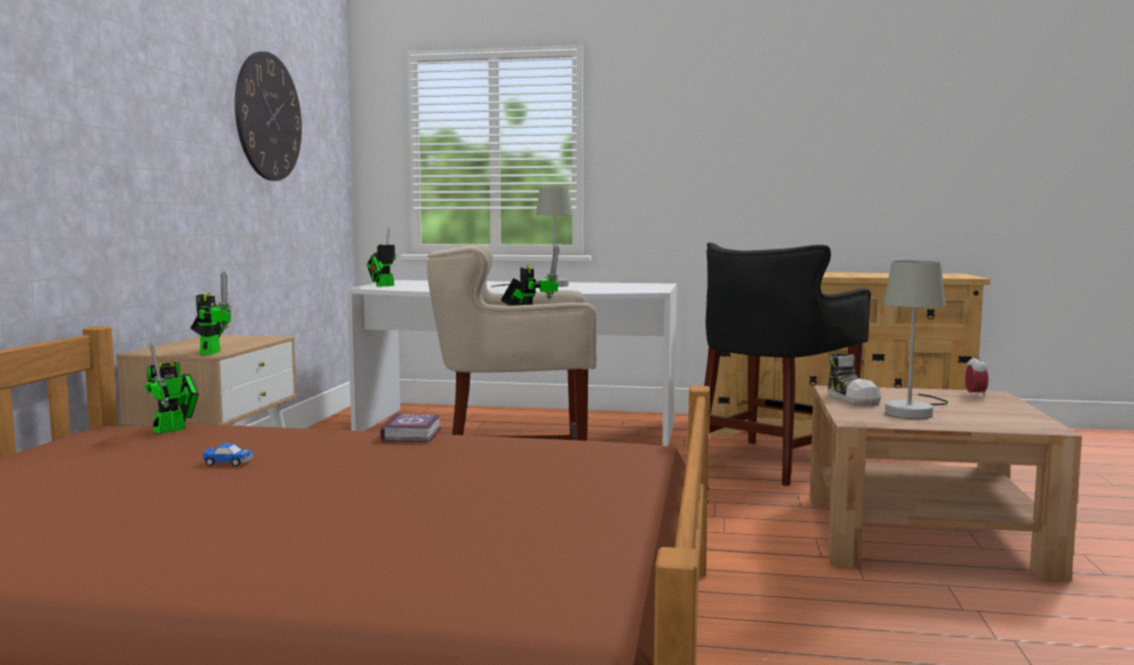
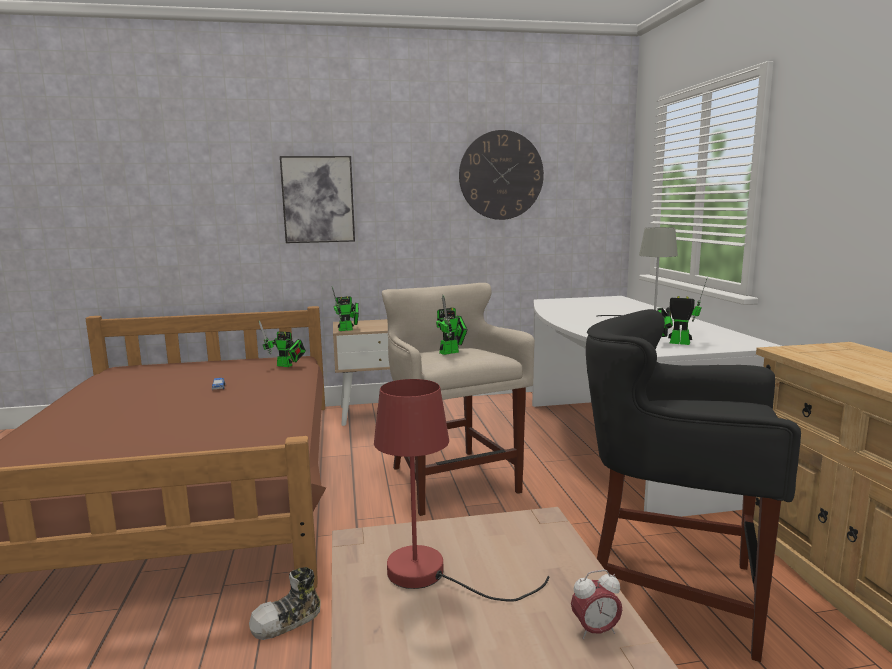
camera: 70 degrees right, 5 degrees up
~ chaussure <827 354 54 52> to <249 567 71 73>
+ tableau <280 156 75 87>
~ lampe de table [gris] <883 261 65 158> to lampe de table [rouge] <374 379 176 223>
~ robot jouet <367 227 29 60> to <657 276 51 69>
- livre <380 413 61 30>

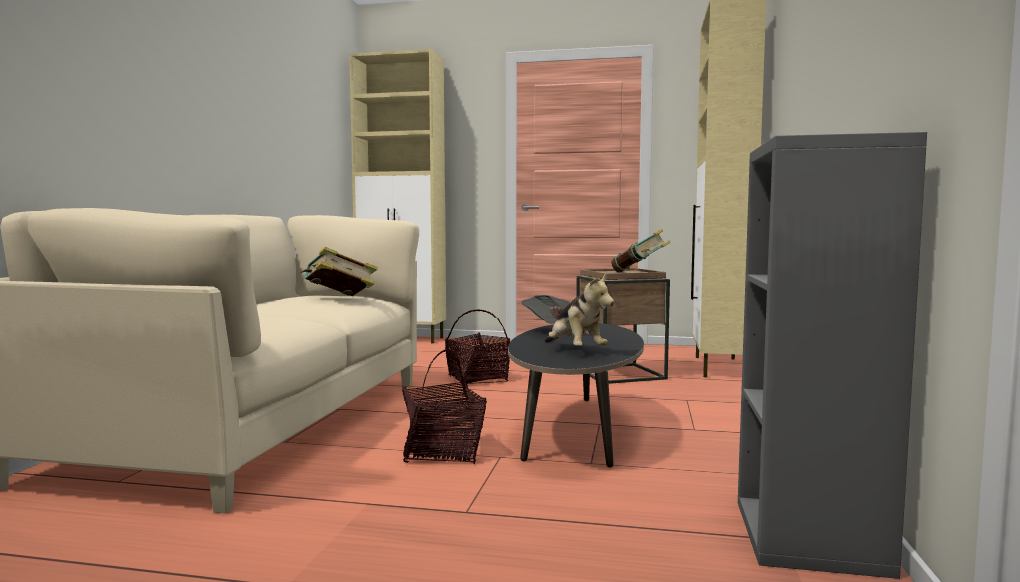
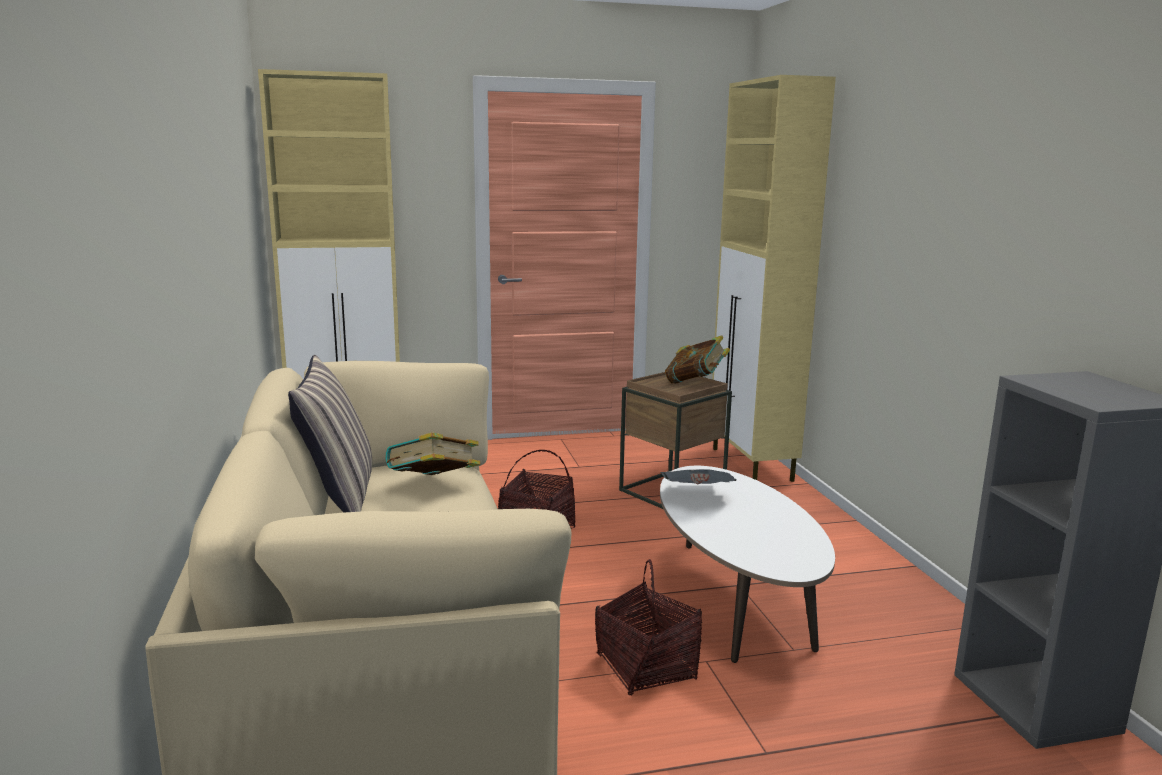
camera: 25 degrees left, 10 degrees up
+ coussin <288 355 84 157>
~ table basse [noir] <508 323 136 144> to table basse [blanc] <660 466 175 197>
- peluche <545 275 69 71>

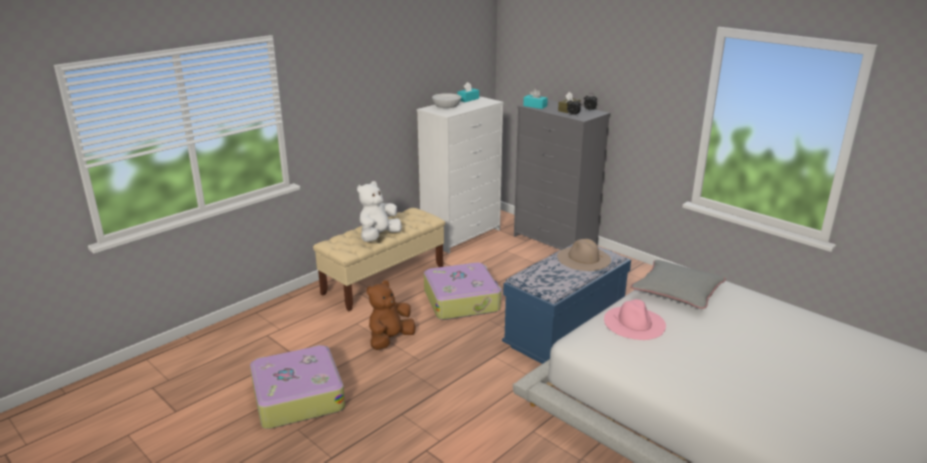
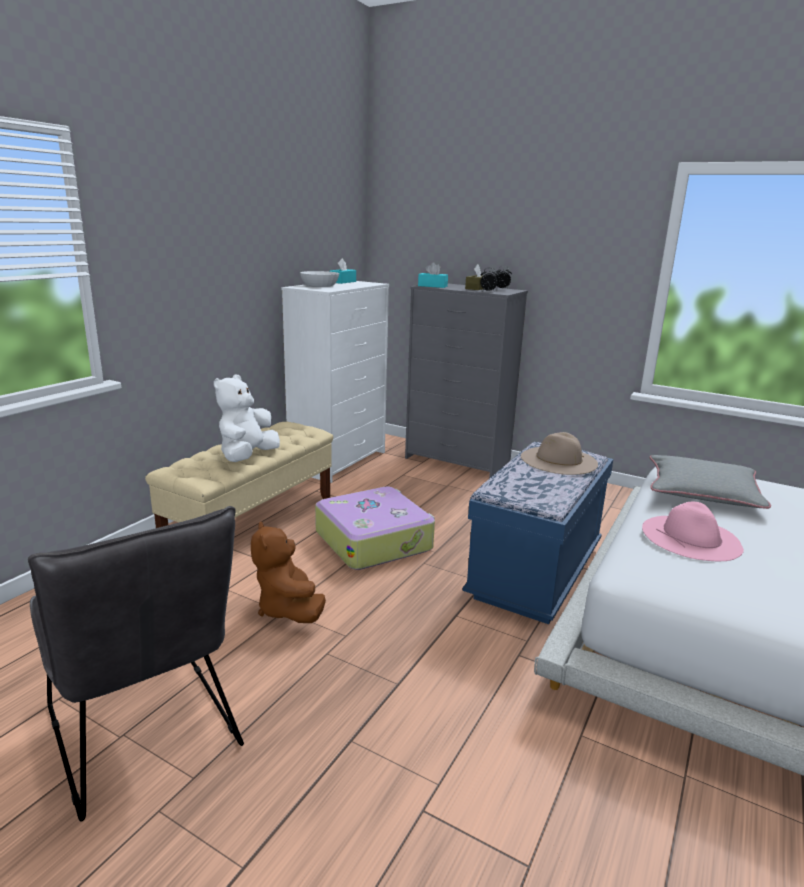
camera: 15 degrees left, 5 degrees down
~ valise <250 345 95 84> to chaise [gris] <28 506 216 316>
~ peluche [marron] <367 280 49 70> = <251 521 75 102> 45 degrees counterclockwise

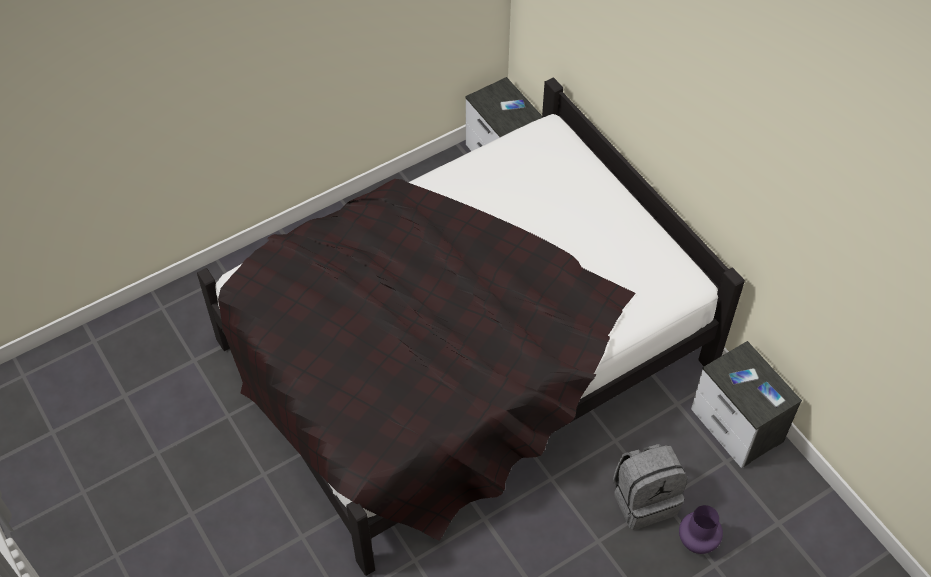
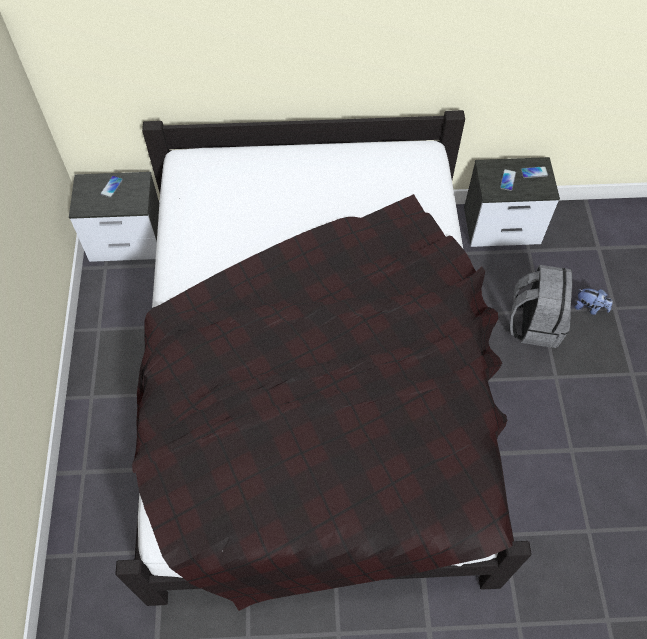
camera: 60 degrees left, 5 degrees up
~ vase [violet] <679 505 44 49> to peluche <575 288 38 27>

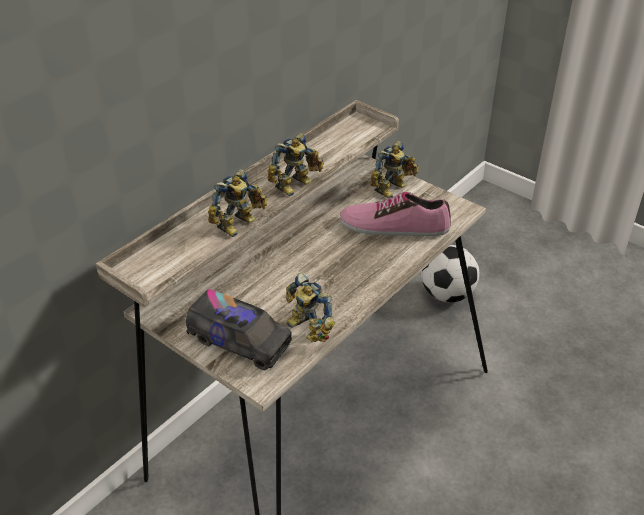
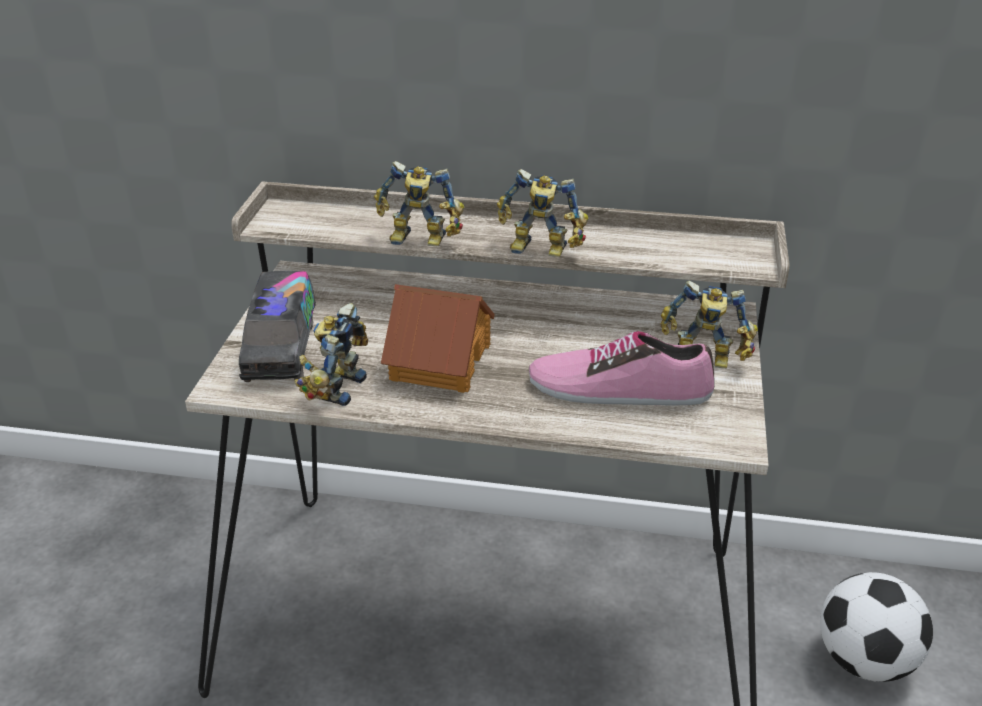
camera: 60 degrees right, 5 degrees down
+ maison miniature <381 284 114 109>
~ chaussure <340 192 111 44> = <529 331 186 74> 60 degrees counterclockwise

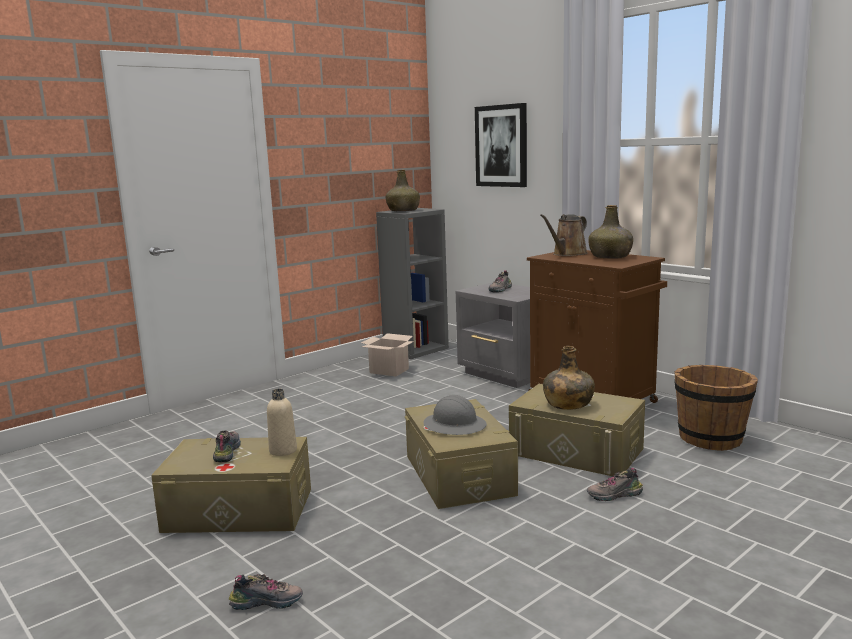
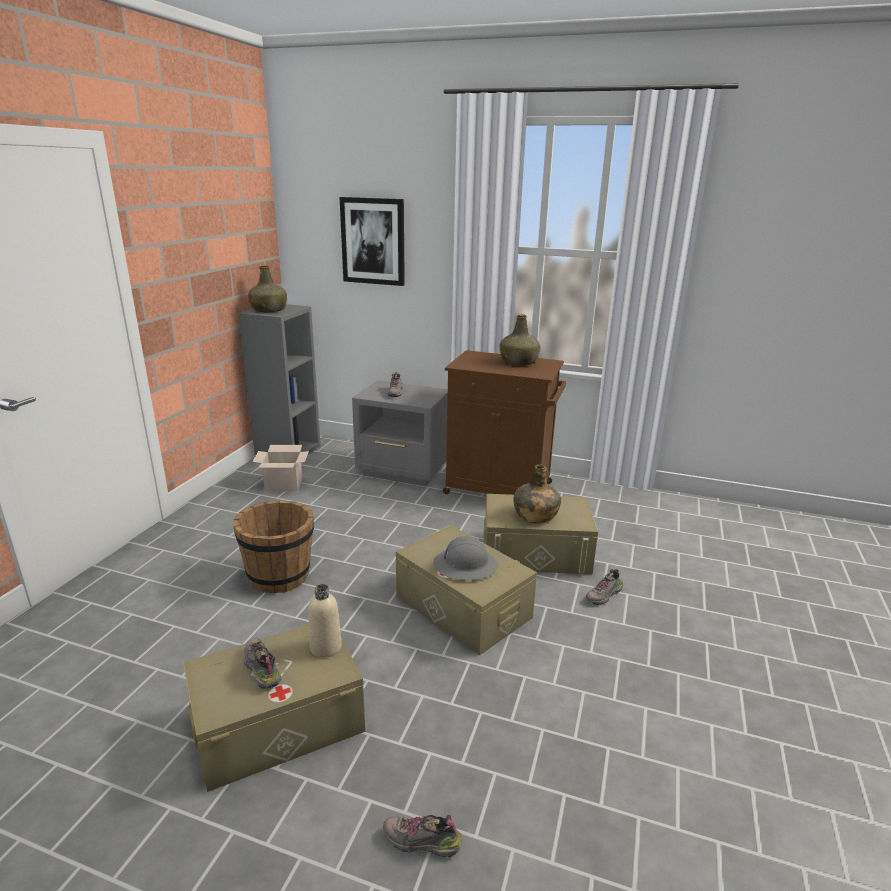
camera: 30 degrees left, 10 degrees up
~ seau [marron] <674 365 84 86> to <233 500 81 93>
~ chaussure <229 574 74 36> = <383 815 79 42> 135 degrees counterclockwise
- arrosoir [marron] <540 214 48 42>

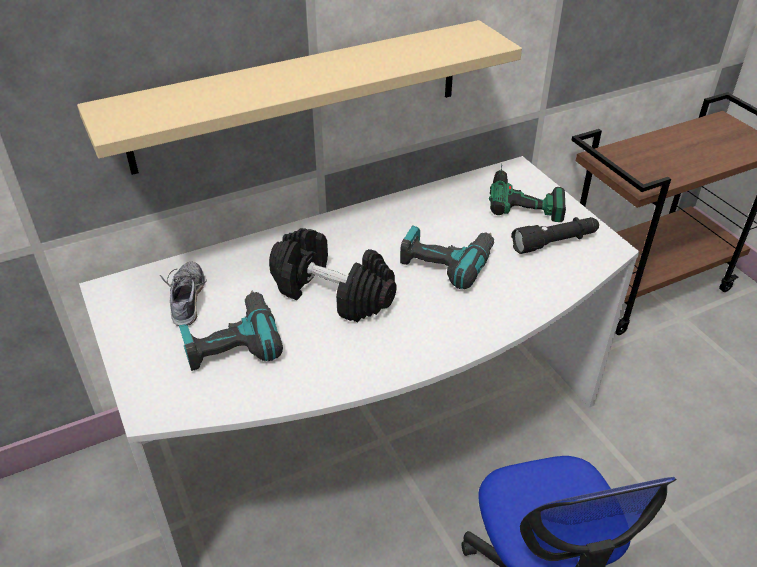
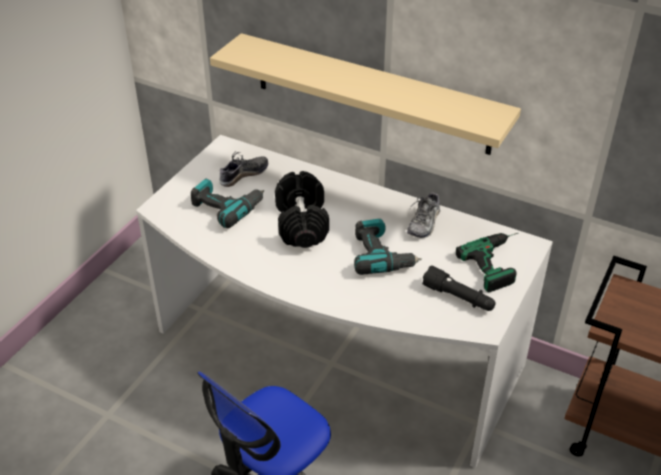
camera: 55 degrees right, 0 degrees up
+ chaussure <407 190 33 48>

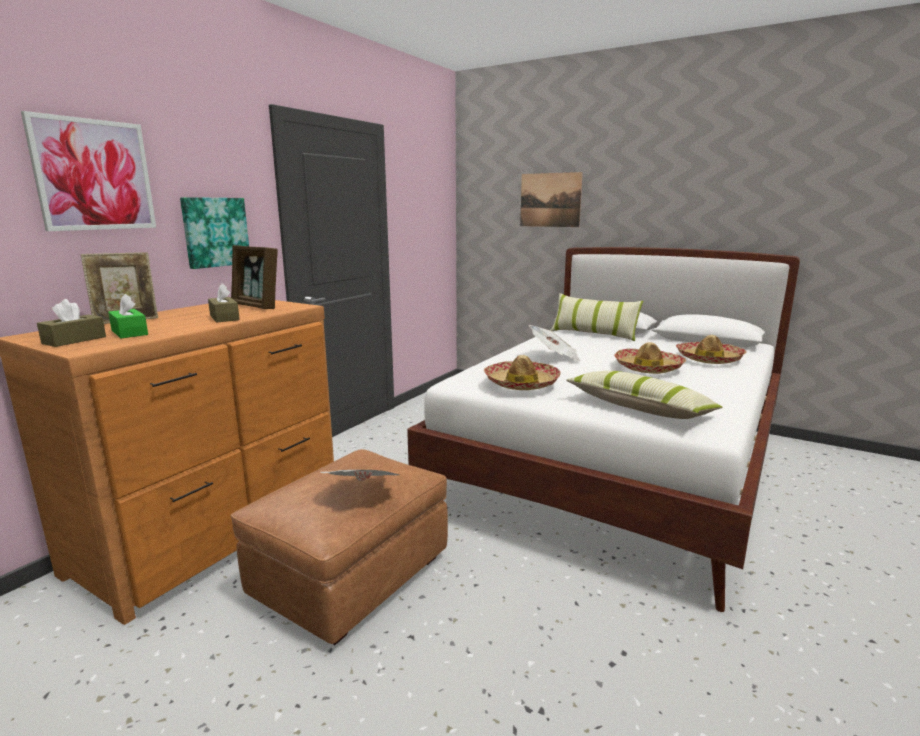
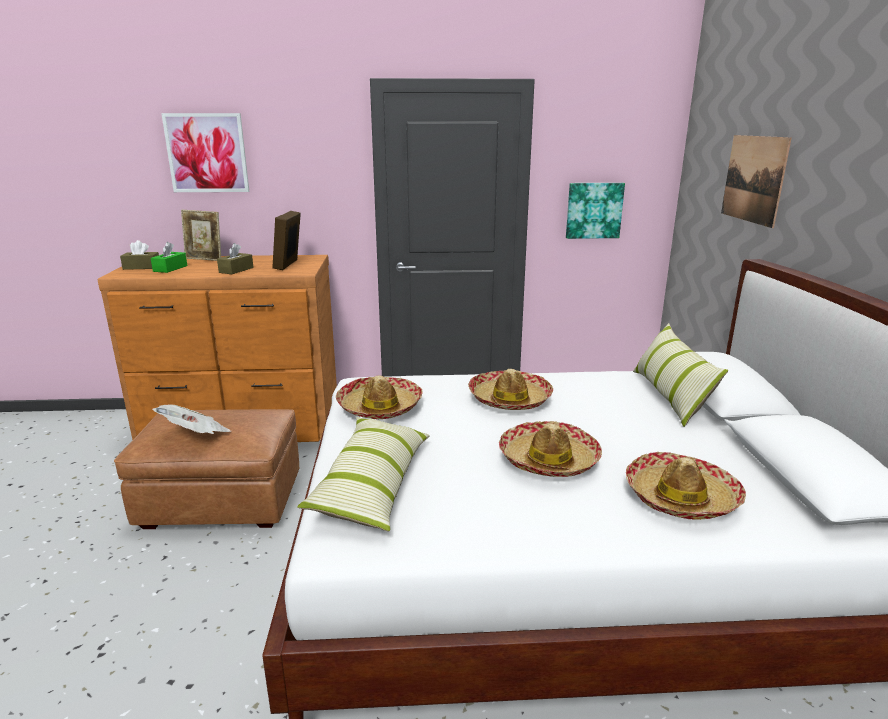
camera: 55 degrees right, 5 degrees up
~ journal <529 325 51 36> to chapeau <468 369 85 41>
~ tableau <180 197 69 72> to <566 183 59 56>

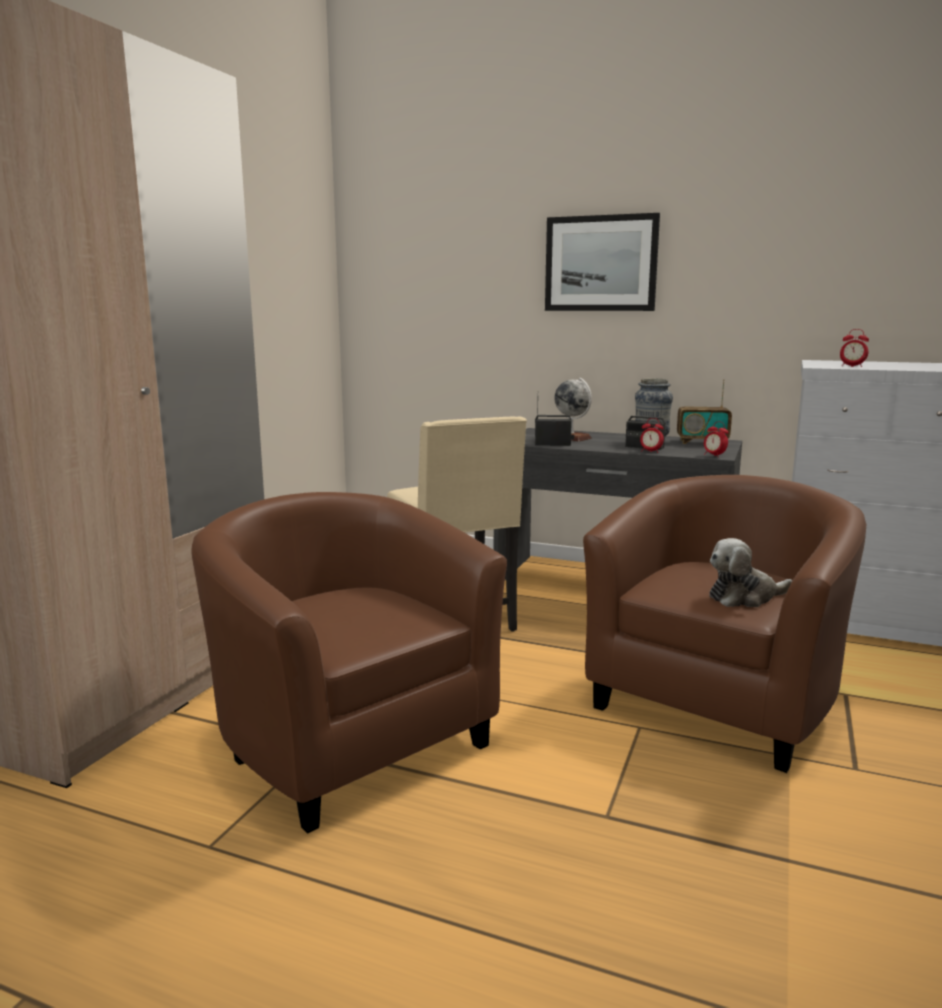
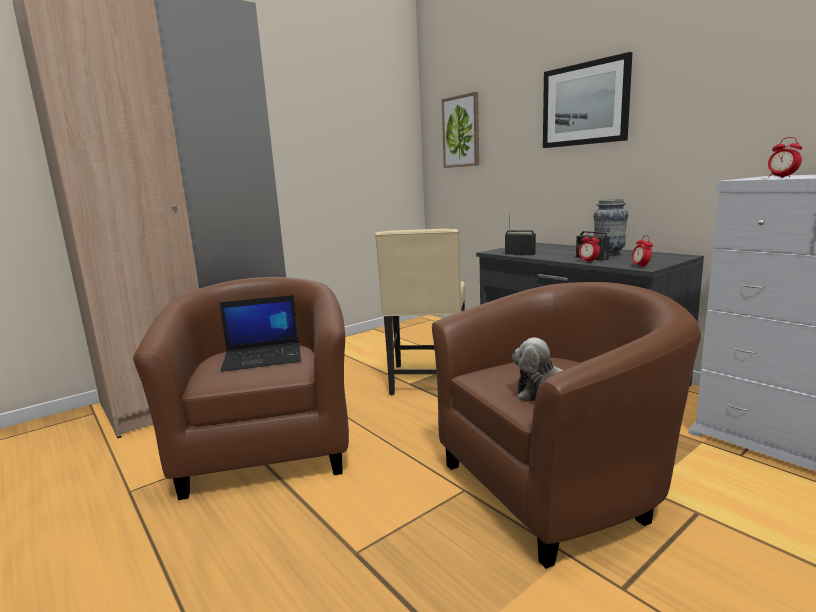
camera: 30 degrees right, 0 degrees up
+ ordinateur portable <219 295 82 77>
+ tableau <442 92 37 76>
- globe <554 378 38 63>
- radio <677 379 55 65>

